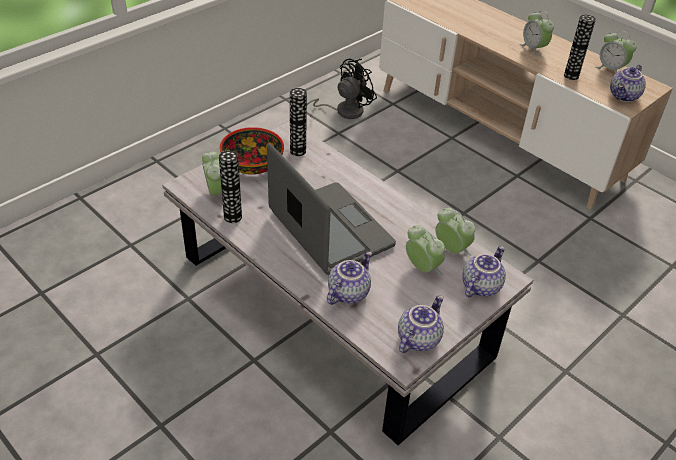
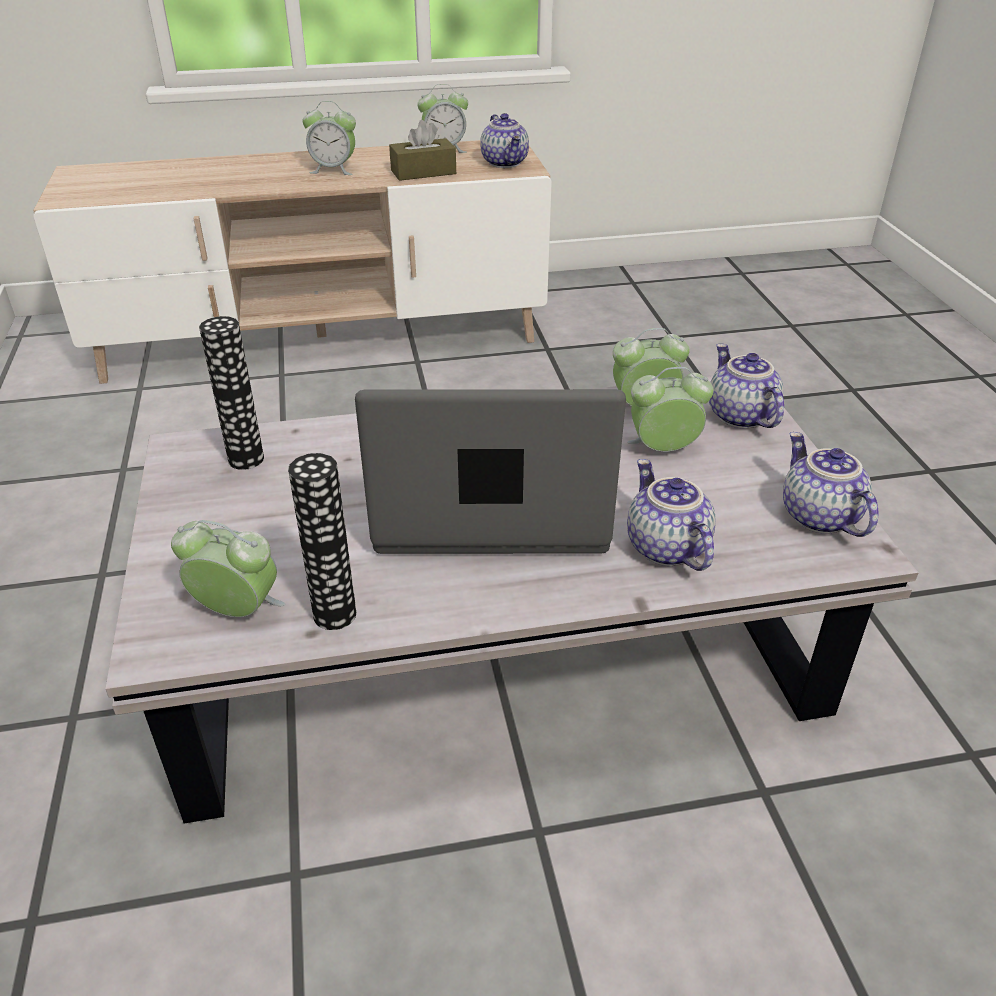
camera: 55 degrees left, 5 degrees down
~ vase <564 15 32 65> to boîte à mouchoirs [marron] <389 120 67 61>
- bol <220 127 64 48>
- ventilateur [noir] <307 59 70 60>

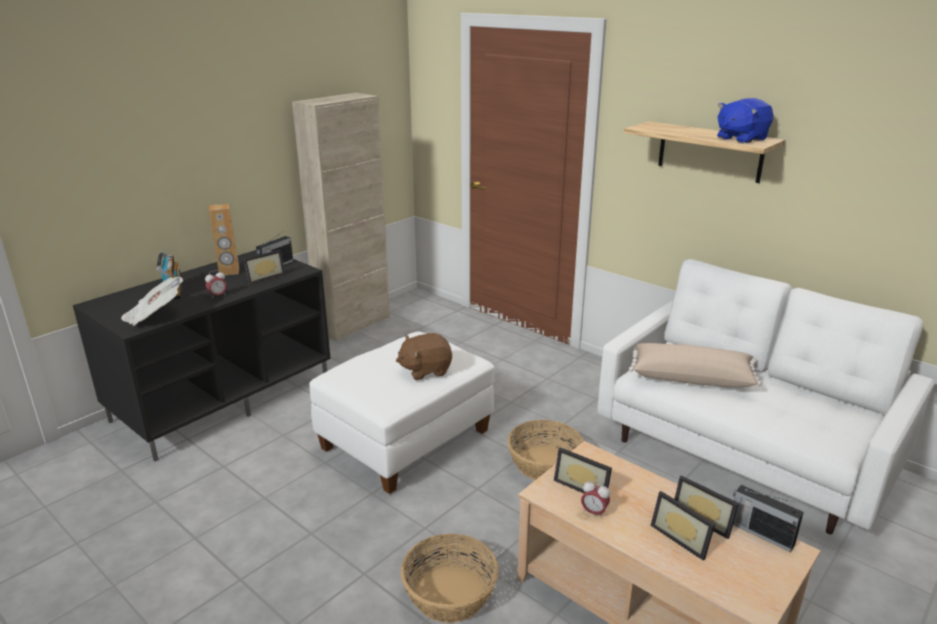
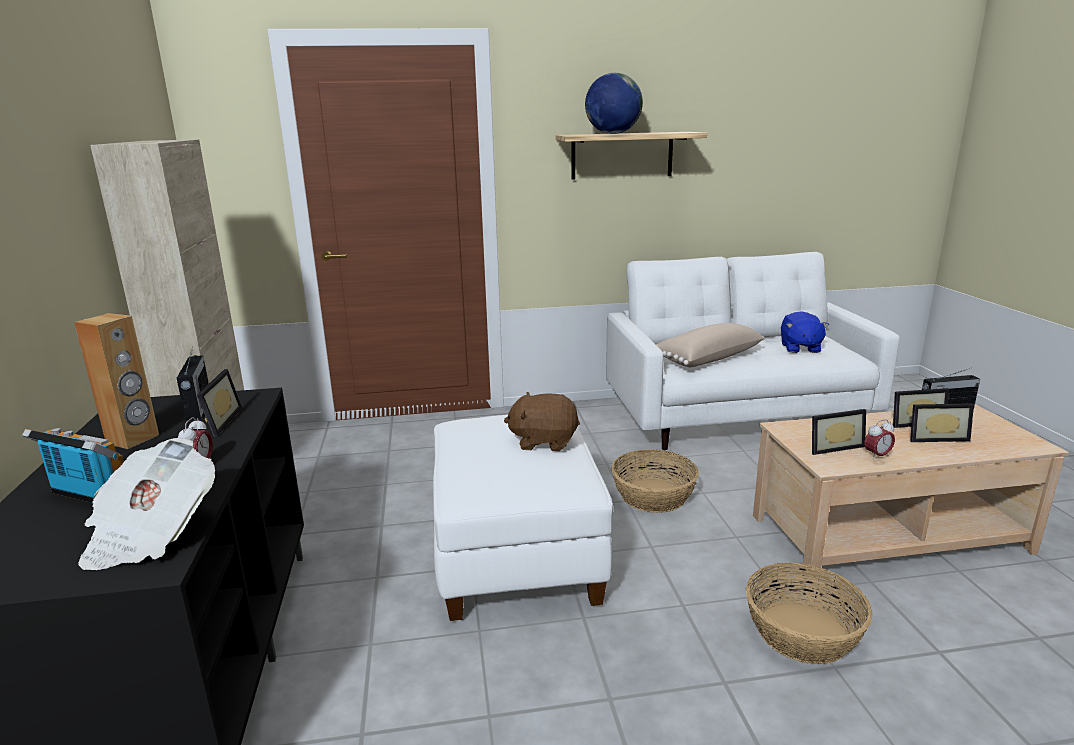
camera: 50 degrees left, 5 degrees down
~ peluche [marron] <396 333 56 47> = <504 392 76 59> 75 degrees clockwise
+ globe <585 73 58 61>
~ peluche [bleu] <717 98 57 46> to <781 311 48 42>

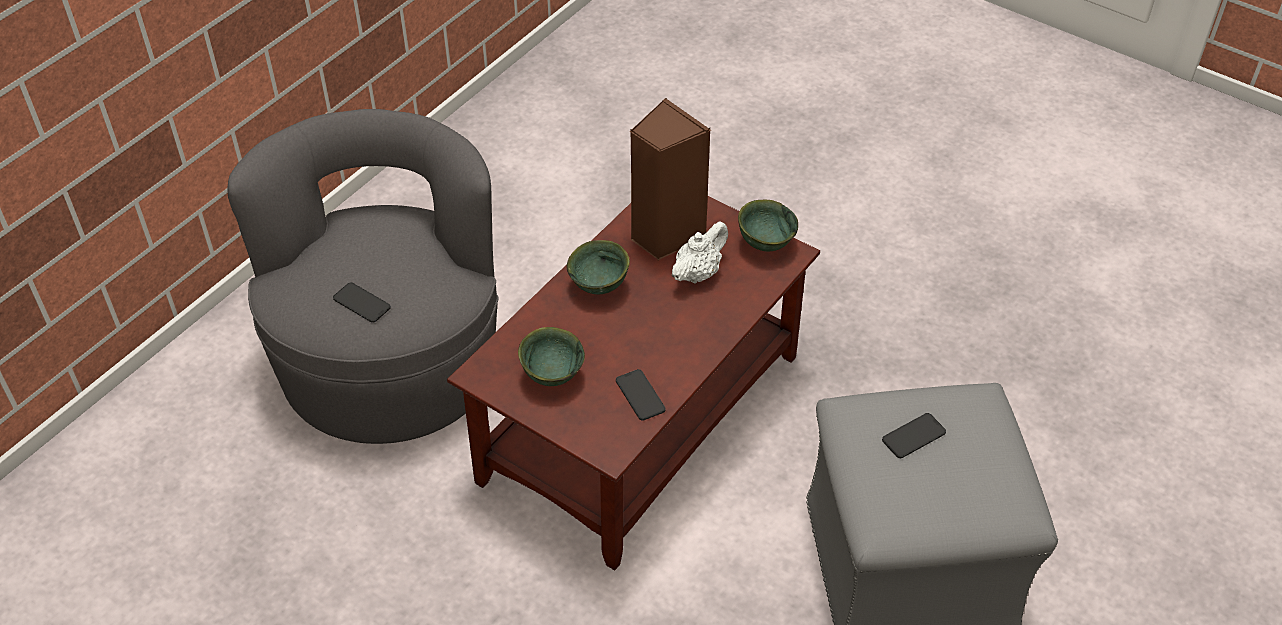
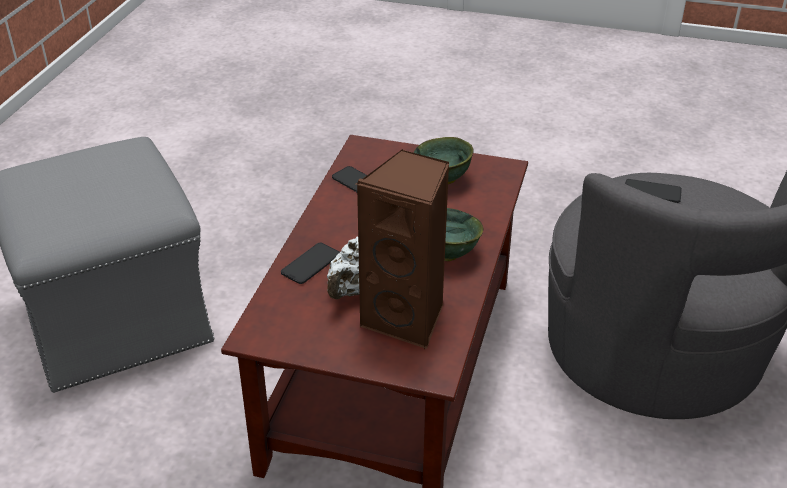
camera: 160 degrees right, 10 degrees down
~ téléphone <882 413 64 45> to <281 243 59 41>
- bol [vert] <738 200 60 51>

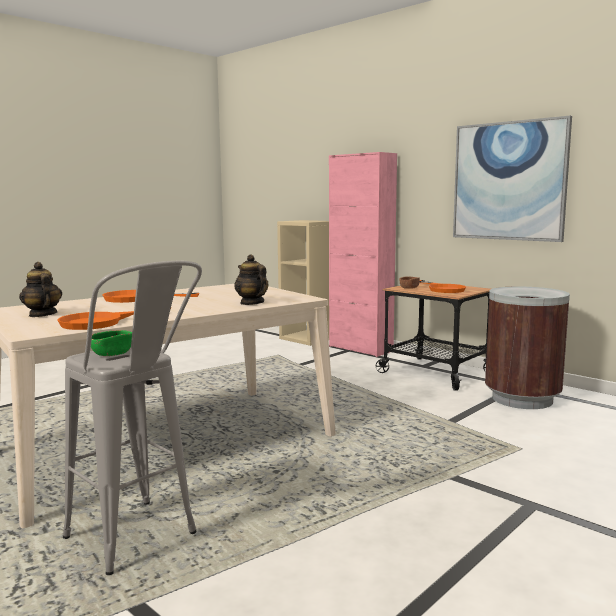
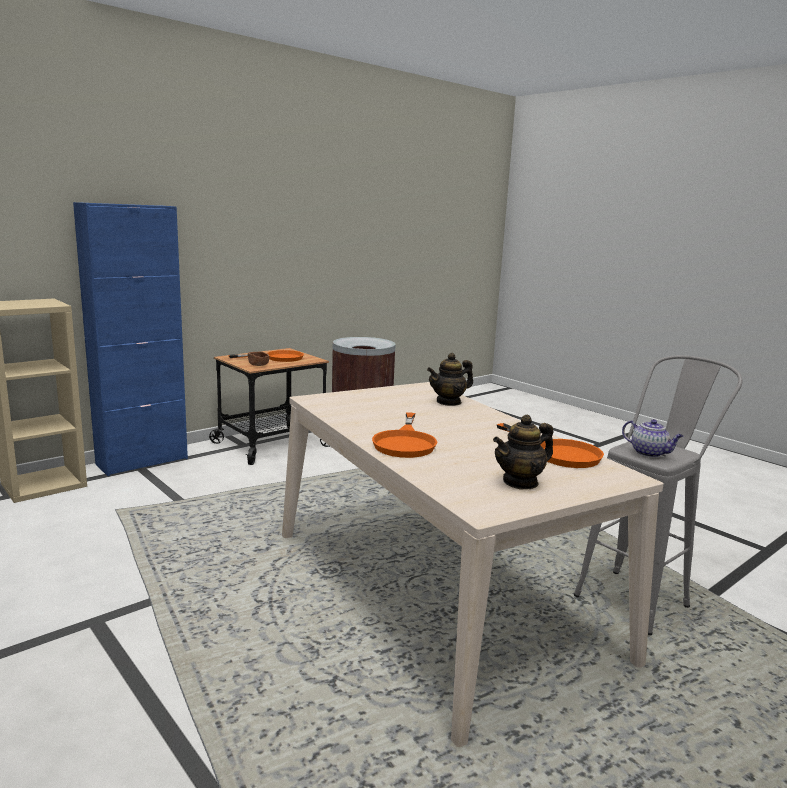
camera: 85 degrees left, 5 degrees up
~ meuble de rangement [rose] <329 152 68 205> to meuble de rangement [bleu] <73 202 115 274>
~ bol [vert] <91 330 41 26> to théière <622 419 62 38>
- tableau <453 116 119 126>

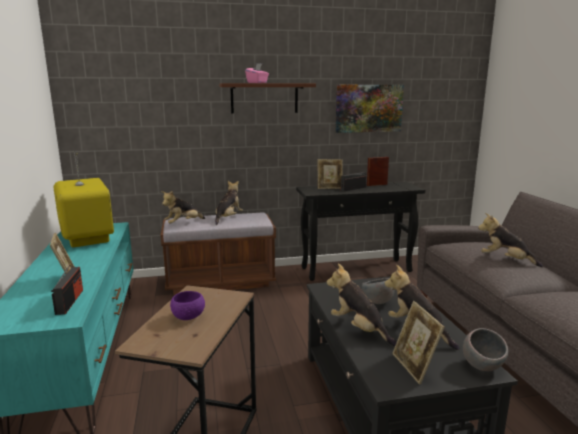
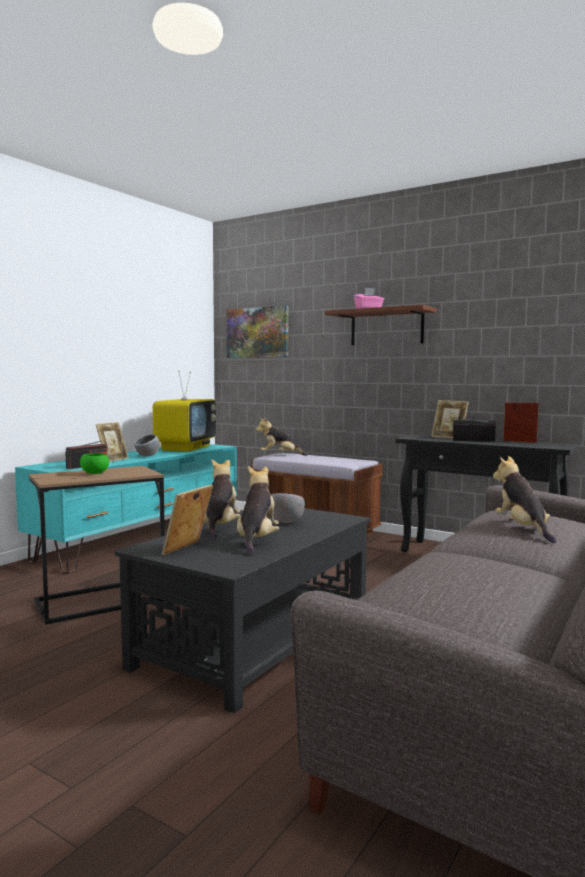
camera: 45 degrees right, 10 degrees down
~ bol [violet] <170 291 35 29> to bol [vert] <80 453 29 21>
~ bol [gris] <463 328 45 43> to <134 434 26 22>
~ tableau <335 85 69 48> to <227 306 62 52>
- peluche <215 181 28 44>

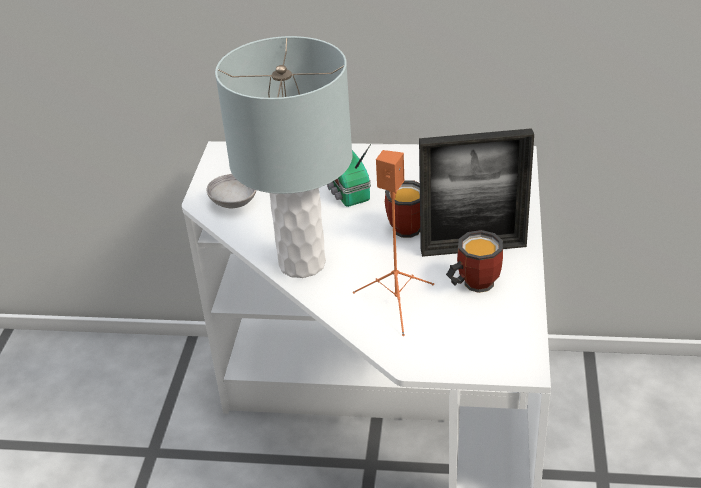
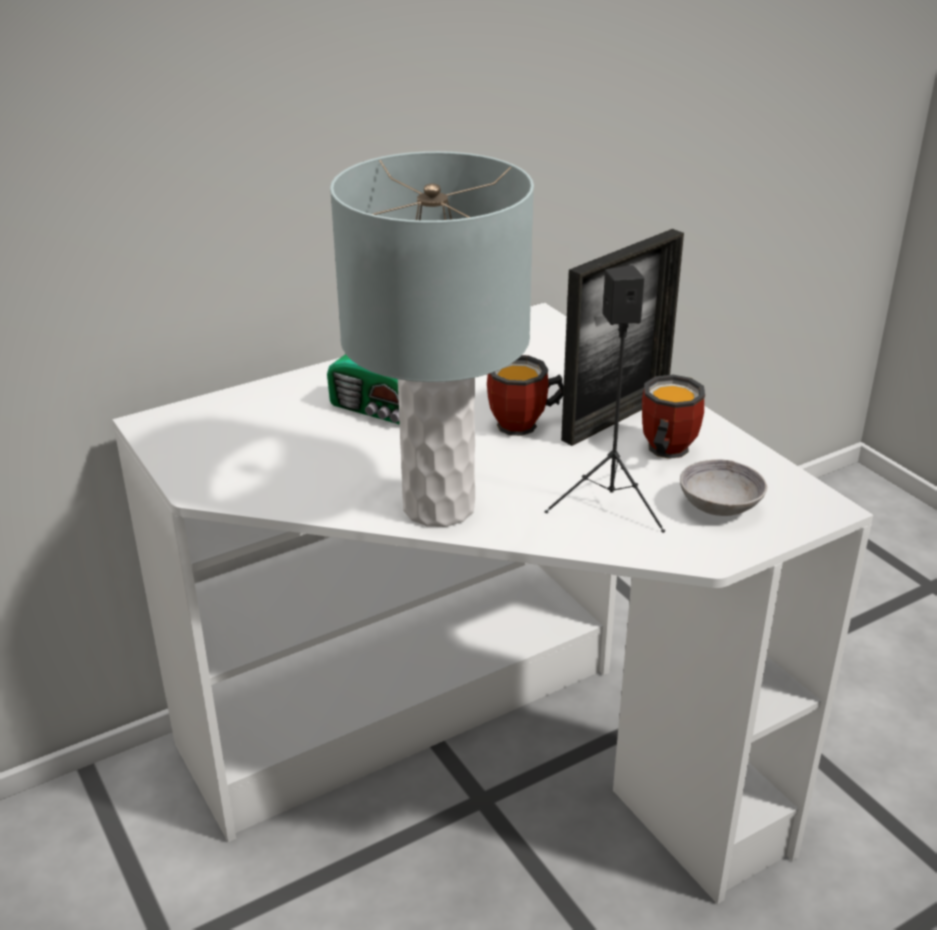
camera: 40 degrees left, 5 degrees down
~ enceinte [orange] <353 150 81 186> to enceinte [noir] <545 265 120 268>
~ bol [gris] <207 174 49 34> to <680 460 87 56>

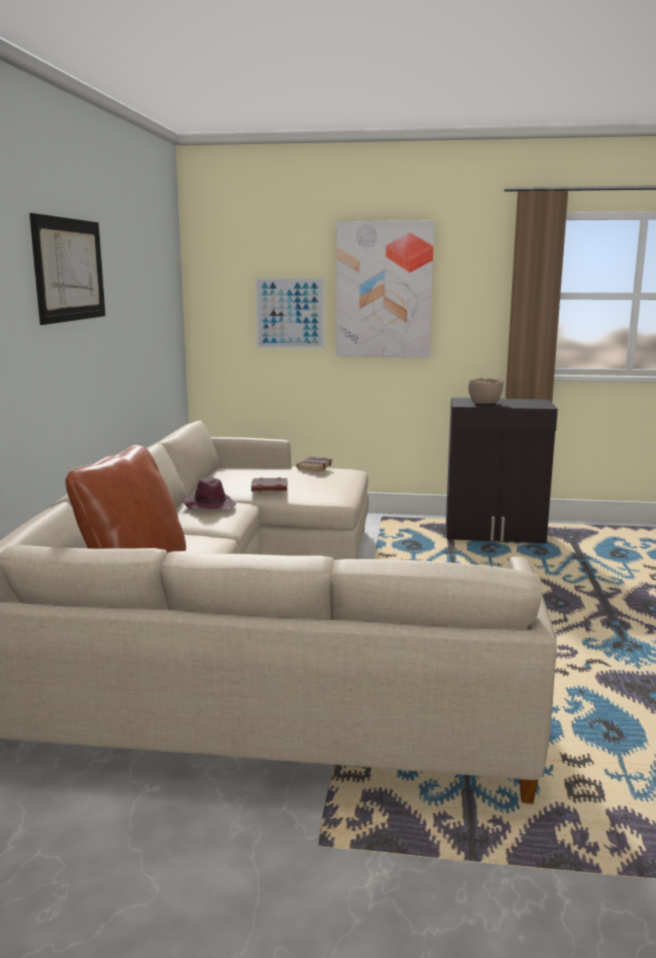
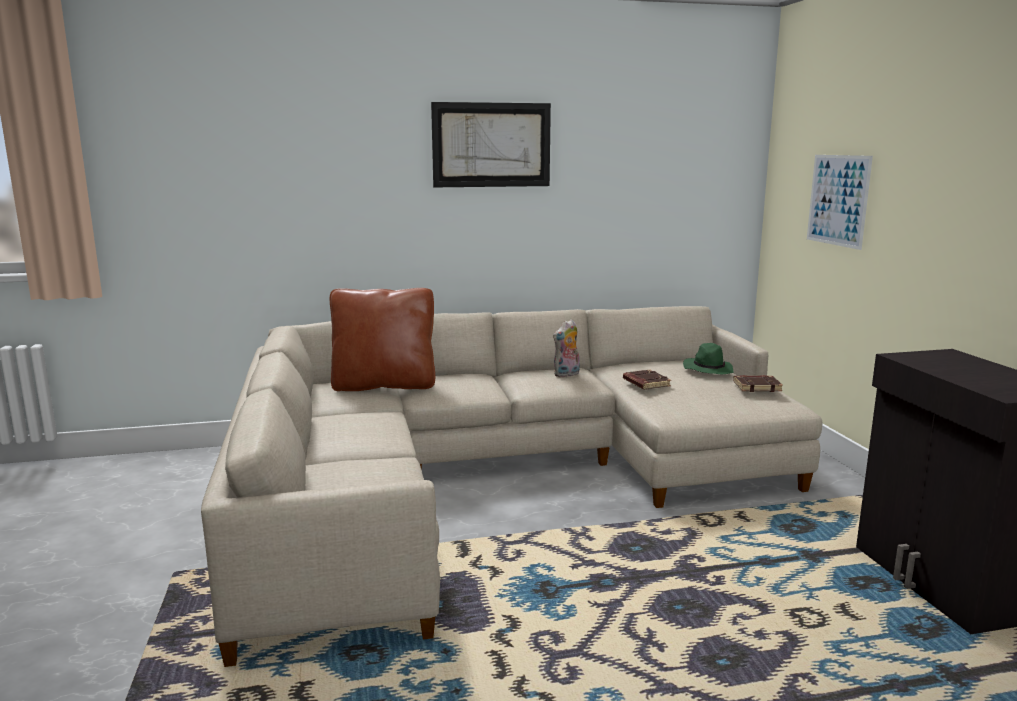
camera: 70 degrees right, 0 degrees up
~ chapeau [violet] <183 477 53 32> to peluche <553 319 27 59>
+ chapeau [vert] <683 343 50 31>
- tableau <336 221 98 136>
- bol [marron] <468 378 35 26>

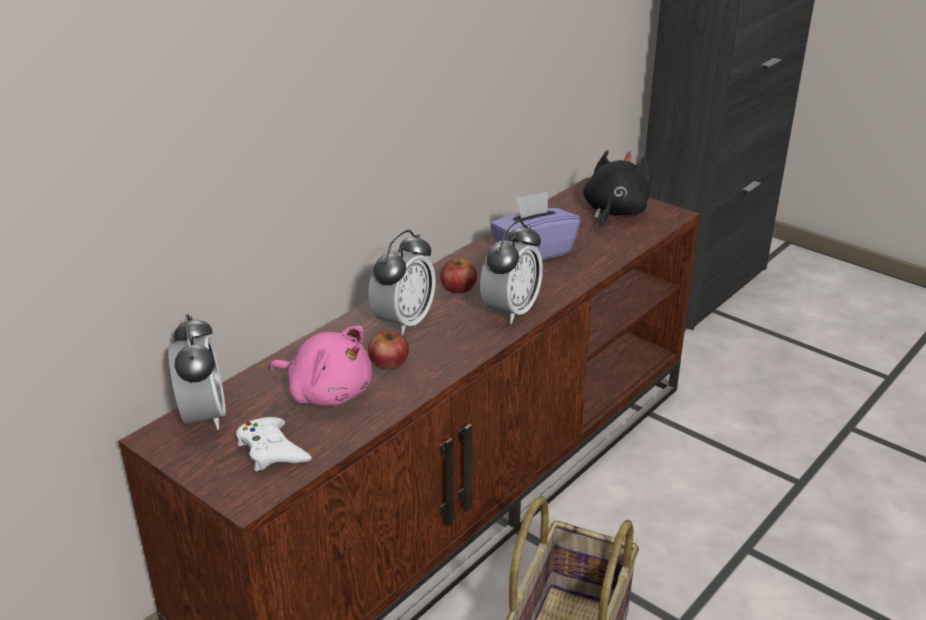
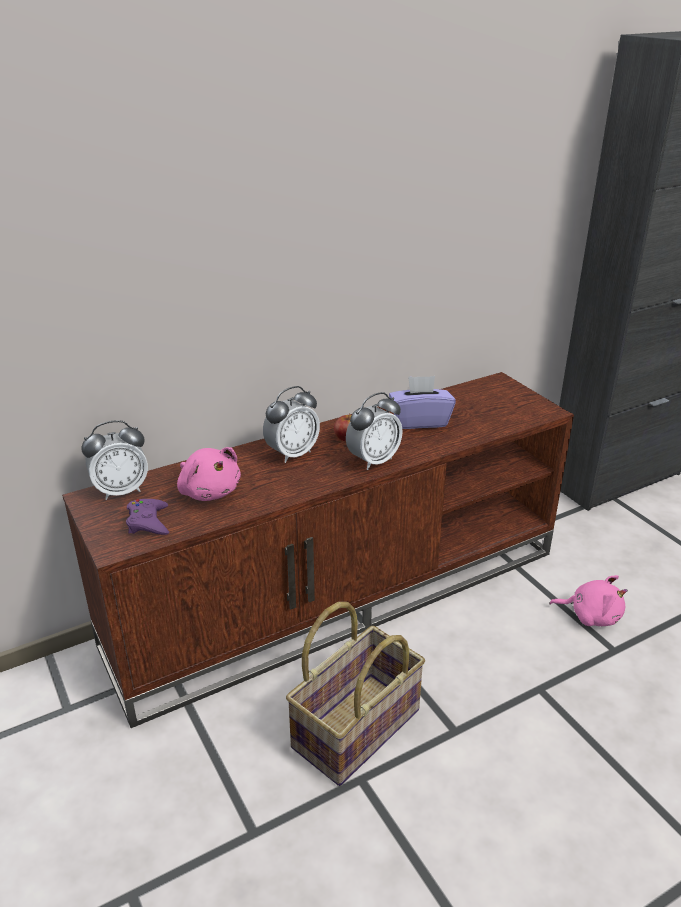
camera: 20 degrees right, 0 degrees up
~ réveil <168 314 58 116> = <81 420 67 80> 60 degrees clockwise
~ manette [blanc] <236 417 76 54> to manette [violet] <126 499 43 36>
+ peluche [rose] <549 575 79 51>
- pomme <368 330 41 39>
- peluche [noir] <583 150 67 79>

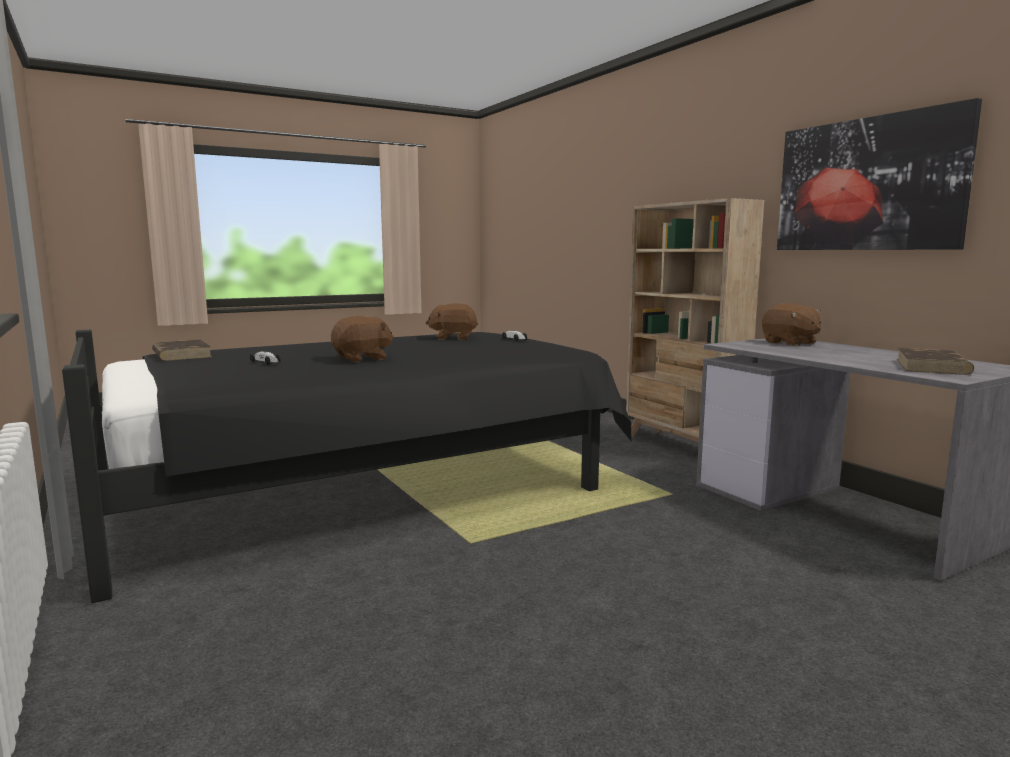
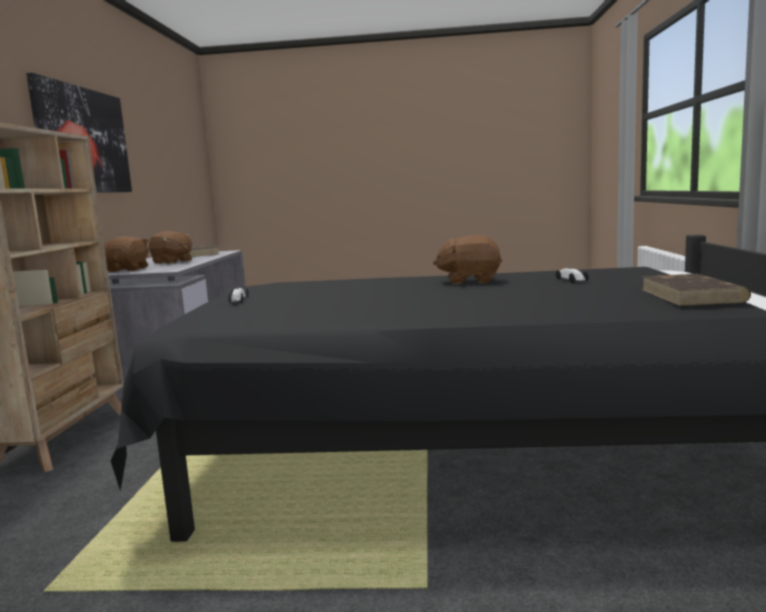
camera: 145 degrees left, 0 degrees up
~ peluche [marron] <426 303 52 37> to <149 231 43 33>

